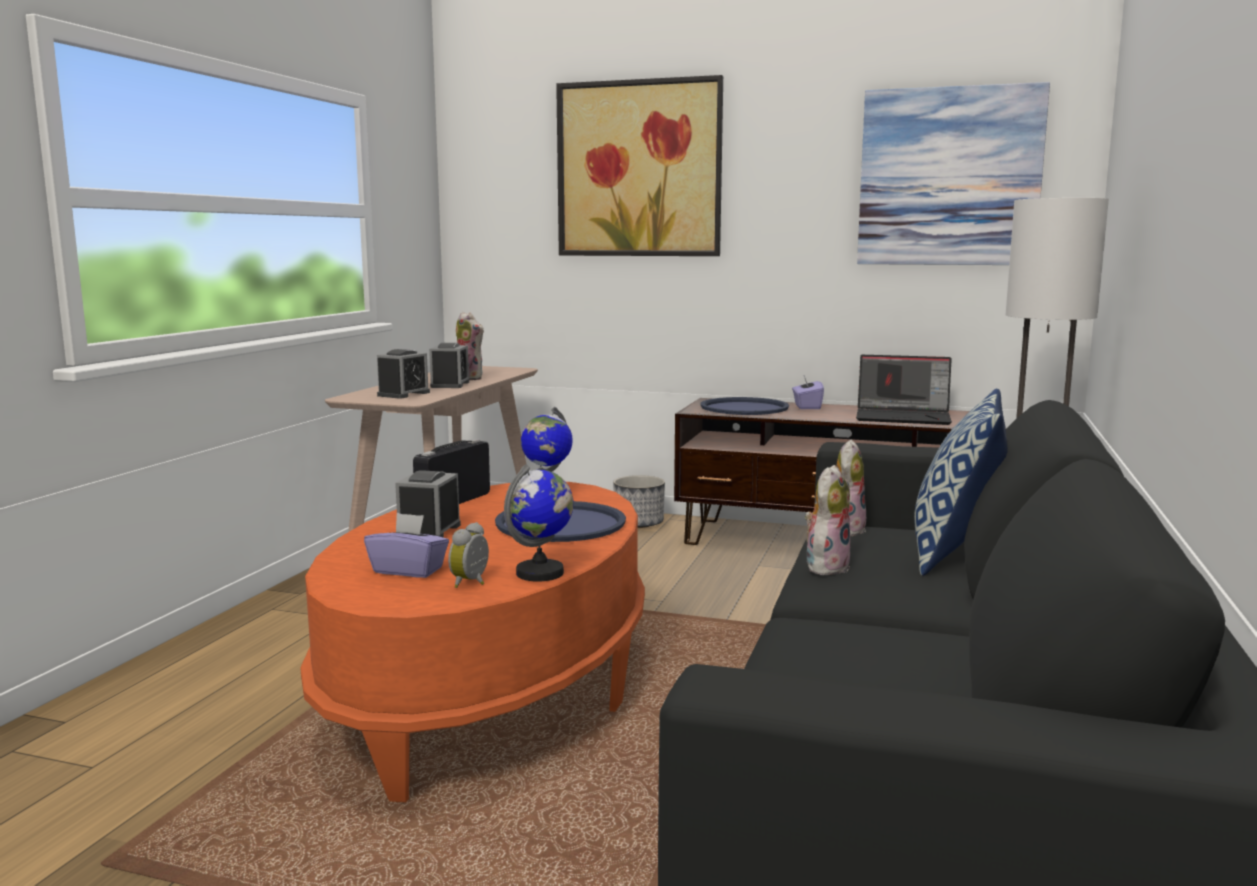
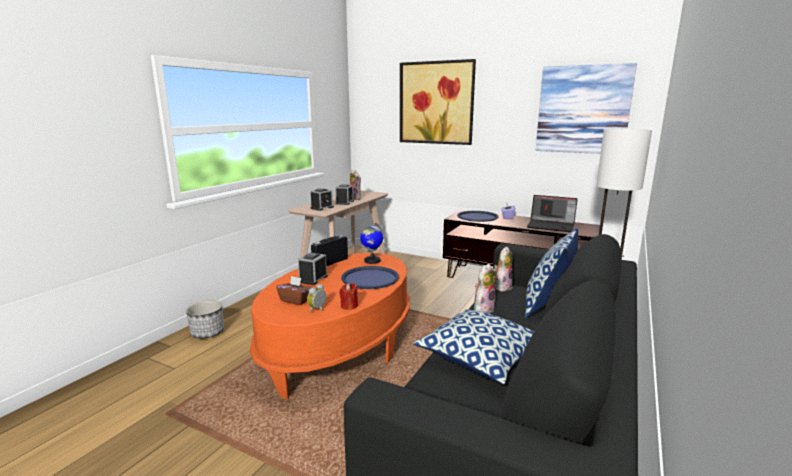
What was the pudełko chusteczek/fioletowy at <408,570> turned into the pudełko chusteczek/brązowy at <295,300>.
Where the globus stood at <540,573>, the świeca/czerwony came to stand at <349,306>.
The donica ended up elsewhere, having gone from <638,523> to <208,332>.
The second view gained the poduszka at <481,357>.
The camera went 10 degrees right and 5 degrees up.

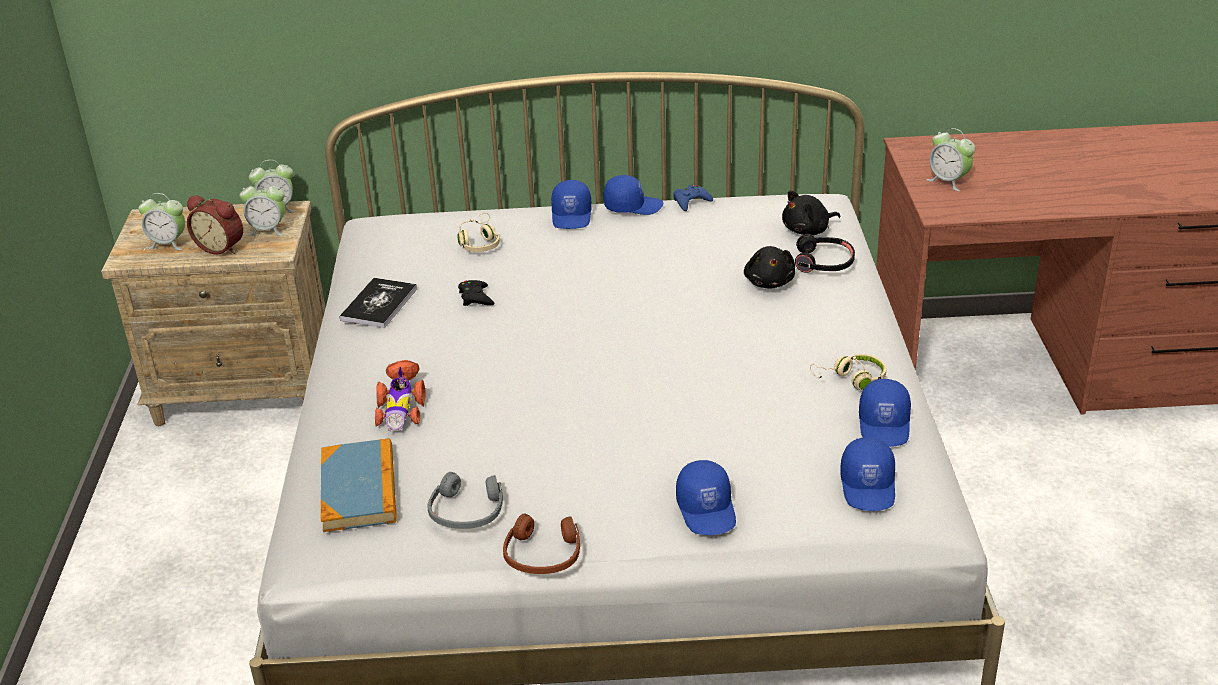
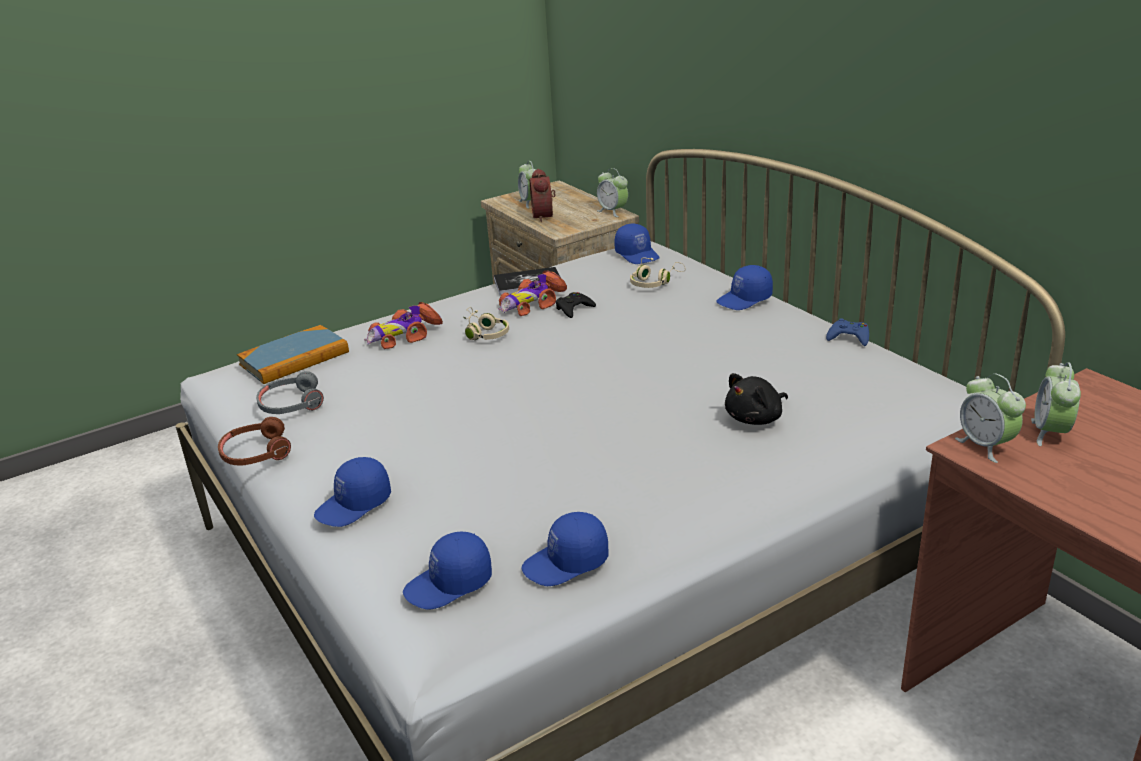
The budzik ended up elsewhere, having gone from <268,230> to <985,446>.
The czapka z daszkiem/niebieski ended up elsewhere, having gone from <633,206> to <637,255>.
The second view lost the pluszak/czarny at <808,230>.
The second view lost the słuchawki/czarny at <824,262>.
The słuchawki/beżowy ended up elsewhere, having gone from <851,379> to <483,333>.
The second view gained the samochodzik at <532,304>.
The camera went 60 degrees right and 5 degrees down.

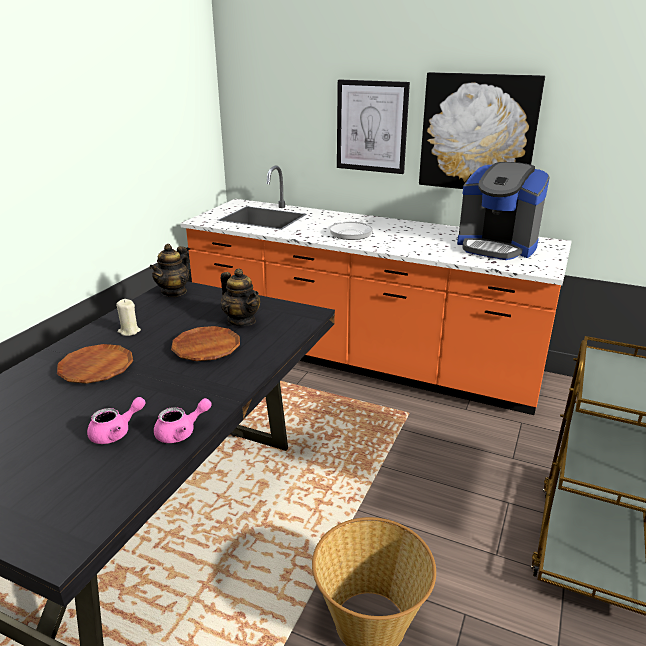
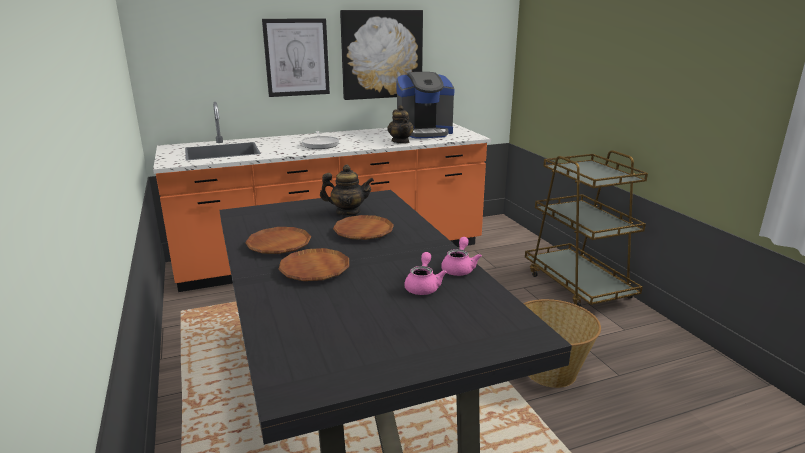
Where the świeca/beżowy stood at <129,331>, the talerz/brązowy came to stand at <279,245>.
The imbryk ended up elsewhere, having gone from <174,292> to <400,141>.
The camera went 45 degrees left and 5 degrees down.

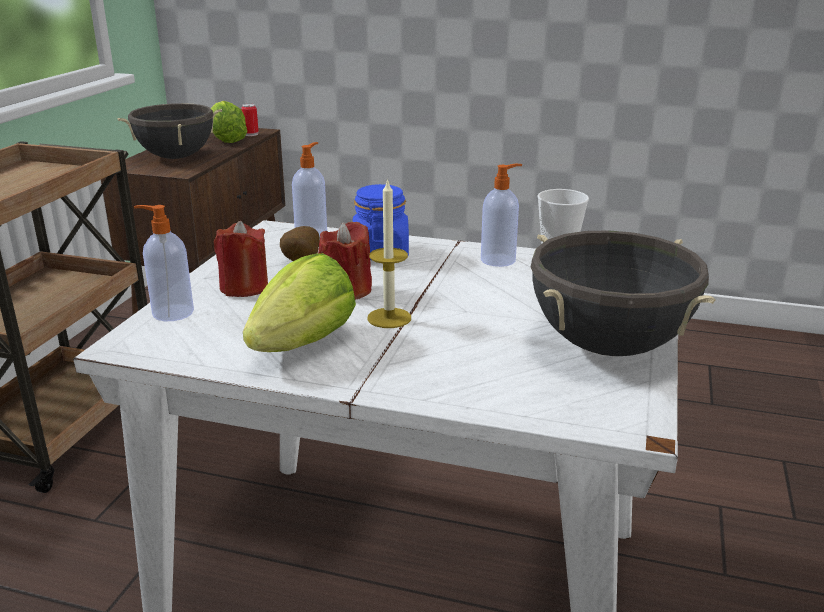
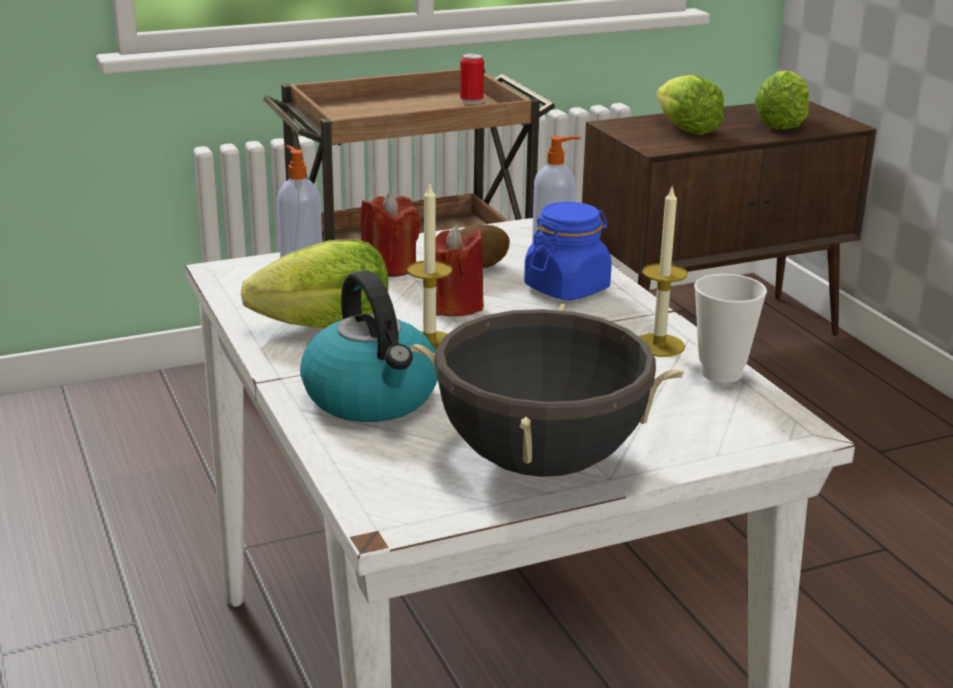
Where the garnek/czarny stood at <176,157>, the sałata came to stand at <685,129>.
The puszka ended up elsewhere, having gone from <251,134> to <471,101>.
Where the dozownik mydła stood at <499,260>, the świeca came to stand at <659,345>.
The second view gained the czajnik at <372,398>.
The camera went 50 degrees right and 0 degrees up.

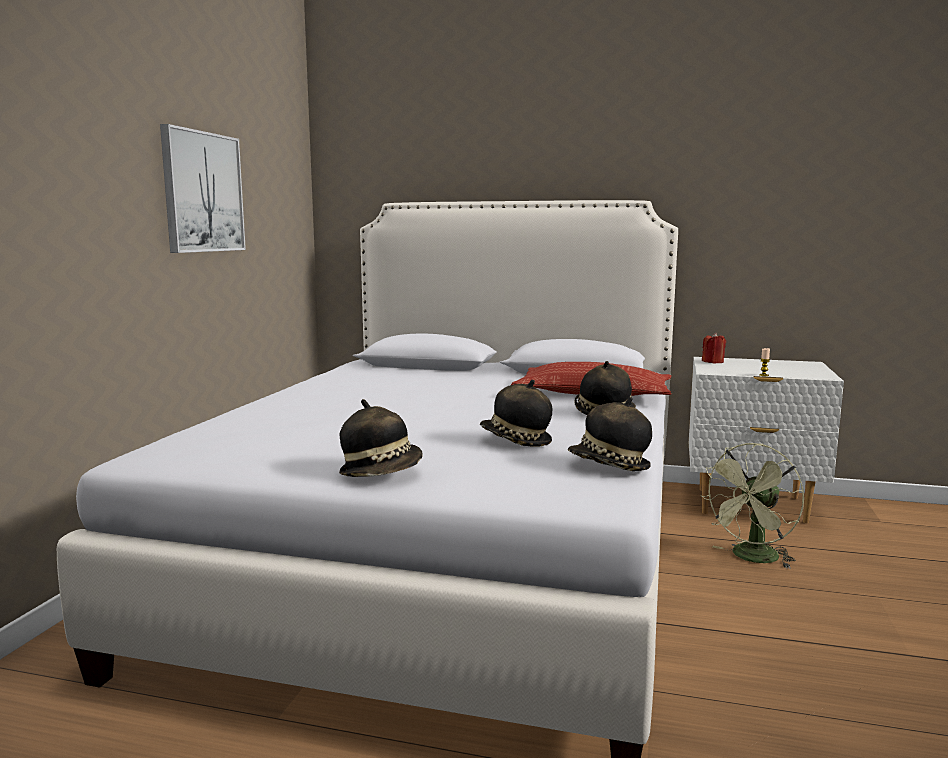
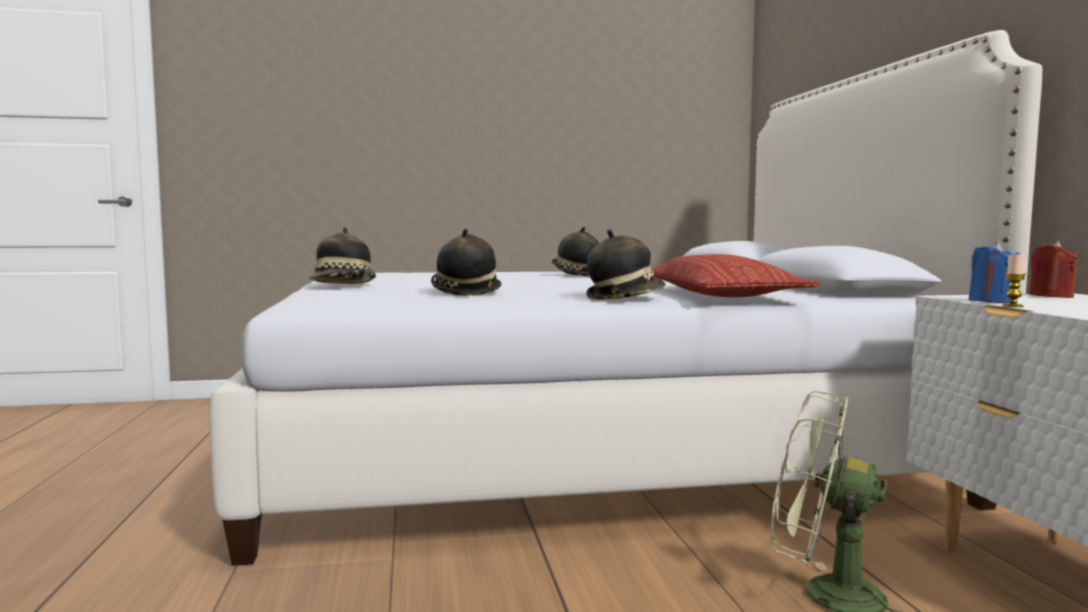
The second view lost the obraz at <202,192>.
The kapelusz ended up elsewhere, having gone from <609,466> to <576,274>.
The second view gained the świeca/niebieski at <991,301>.
The camera went 65 degrees right and 5 degrees down.

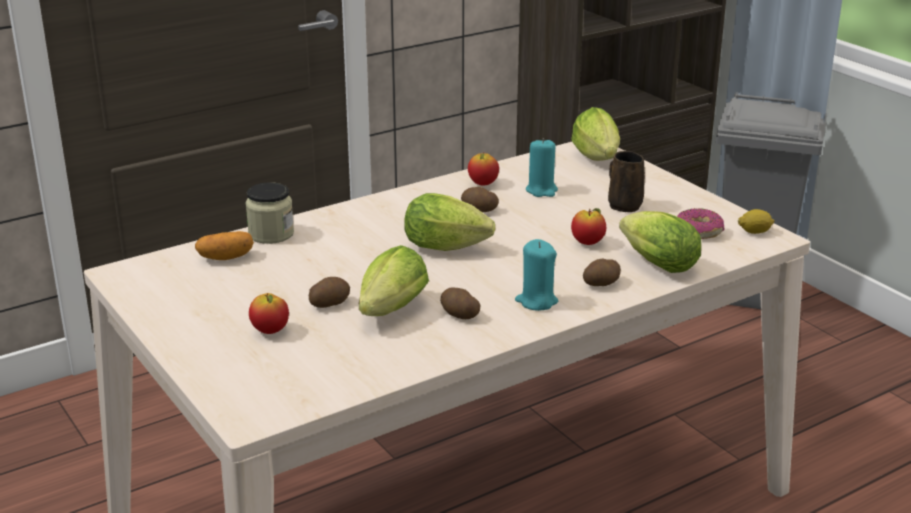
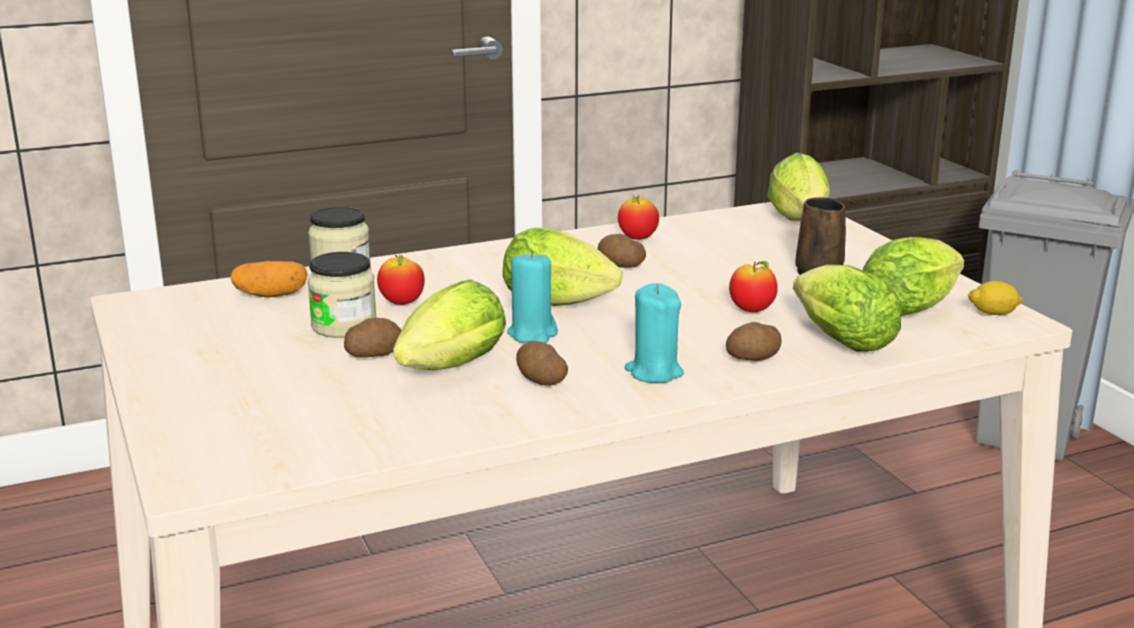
The jabłko ended up elsewhere, having gone from <270,331> to <402,303>.
The świeca/turkusowy ended up elsewhere, having gone from <541,190> to <533,333>.
Where the donut stood at <699,231>, the sałata came to stand at <913,308>.
The second view gained the słoik at <344,326>.
The camera went 10 degrees right and 5 degrees down.

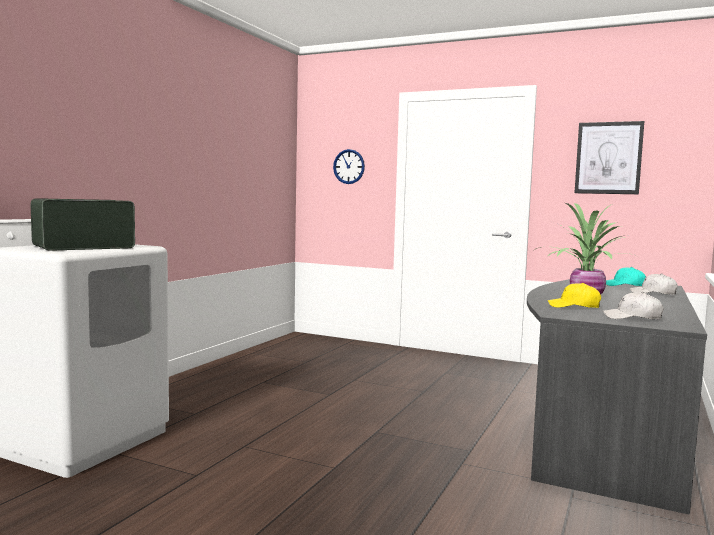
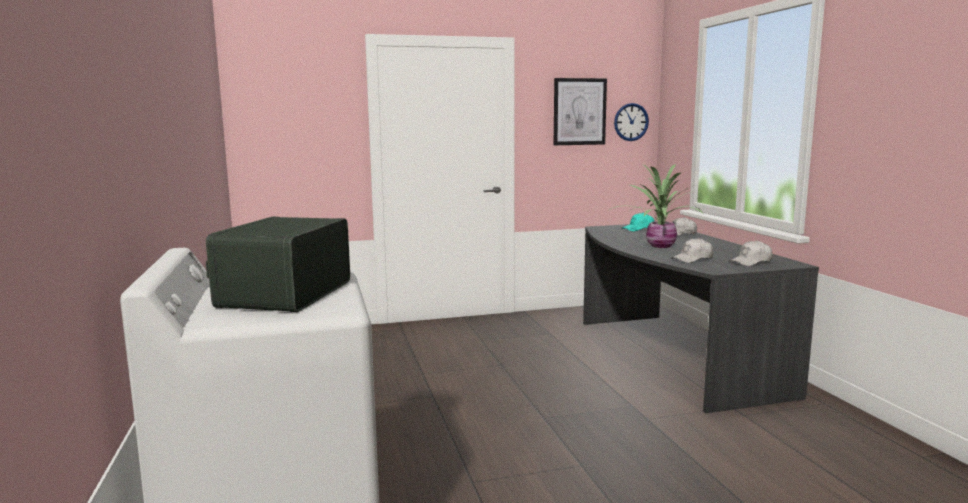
The zegar ścienny ended up elsewhere, having gone from <349,166> to <631,122>.
What was the czapka z daszkiem/żółty at <574,306> turned into the czapka z daszkiem/biały at <693,259>.
The camera went 40 degrees left and 5 degrees up.

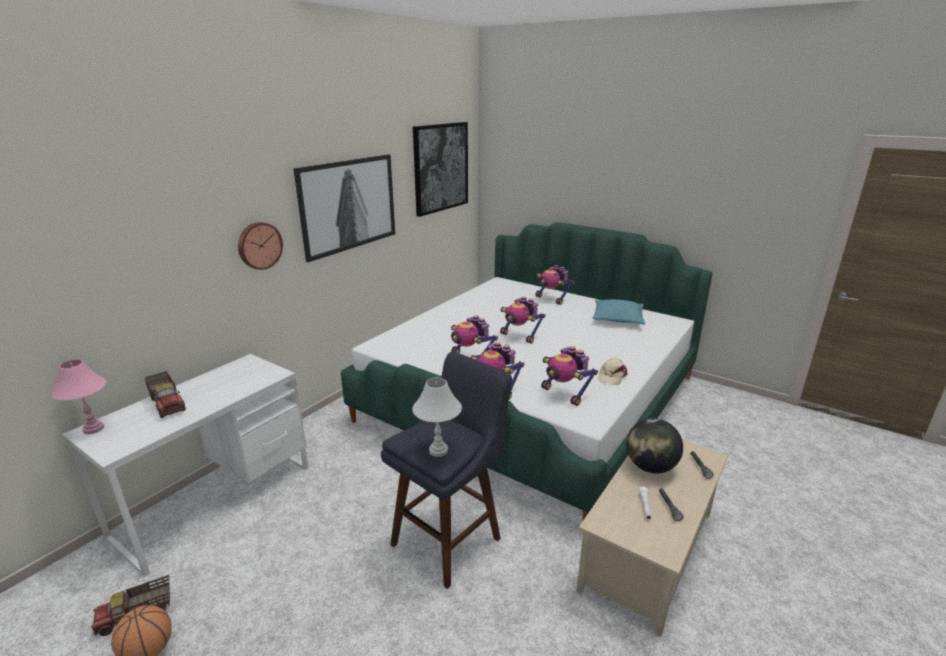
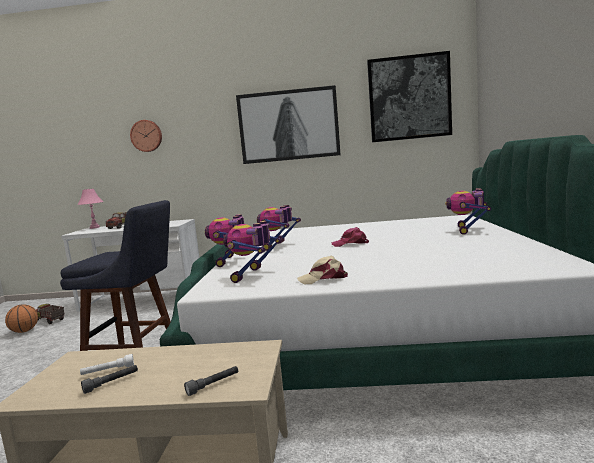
The zegar ścienny ended up elsewhere, having gone from <259,245> to <146,136>.
The second view lost the lampa stołowa/biały at <438,451>.
Where the robot zabawkowy stood at <520,336>, the czapka z daszkiem/różowy came to stand at <350,244>.
The second view lost the poduszka/turkusowy at <618,318>.
The second view lost the globus at <650,467>.
The camera went 60 degrees right and 15 degrees down.

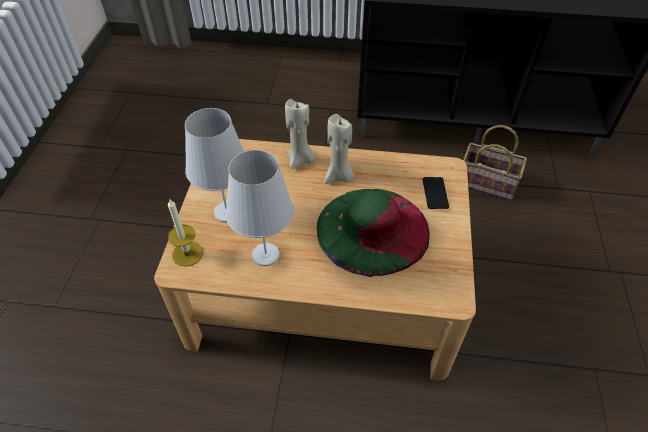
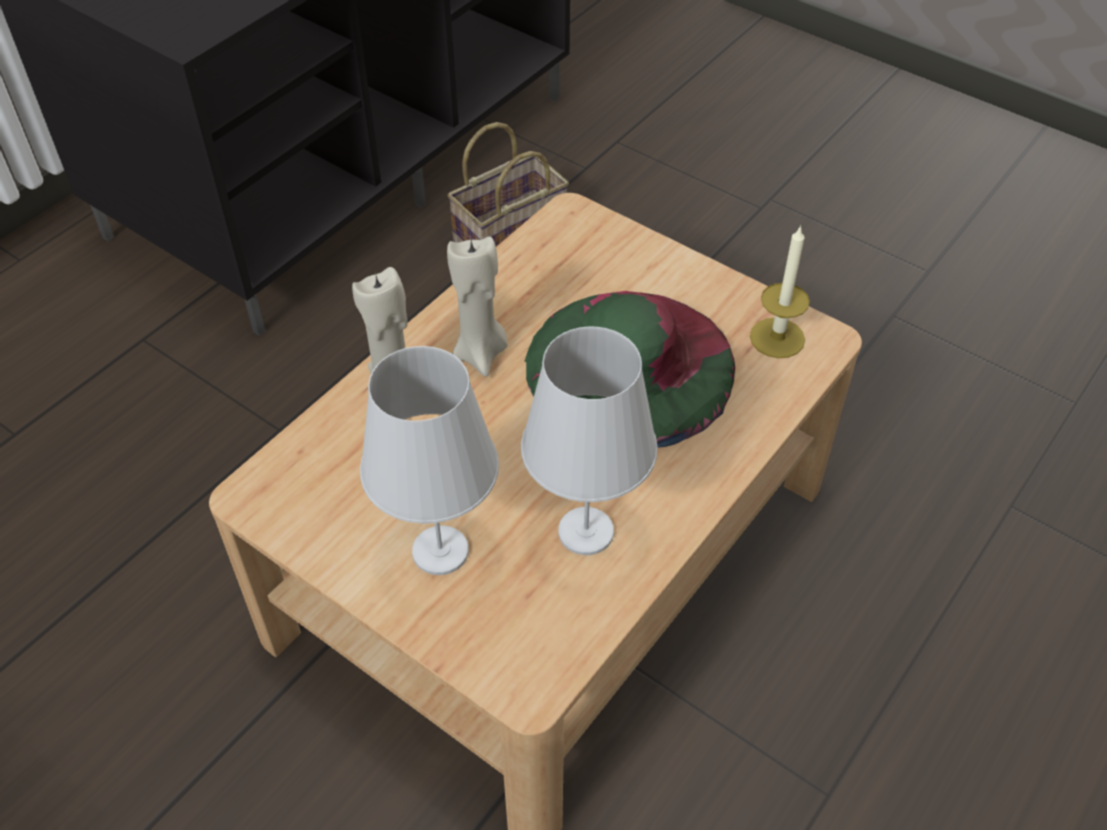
The świeca ended up elsewhere, having gone from <187,253> to <777,338>.
The second view lost the telefon at <435,193>.
The camera went 60 degrees left and 0 degrees up.

